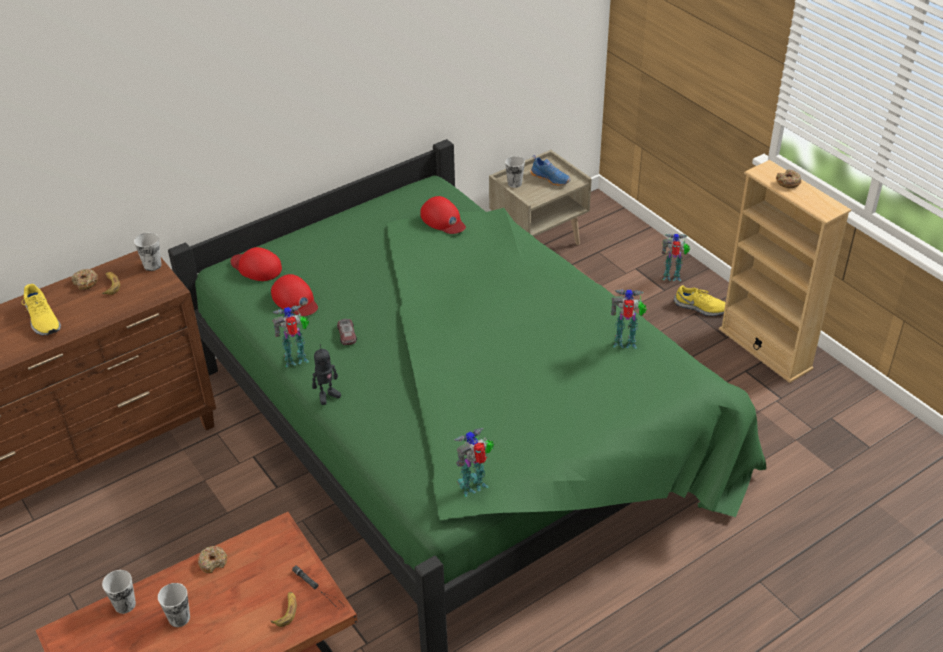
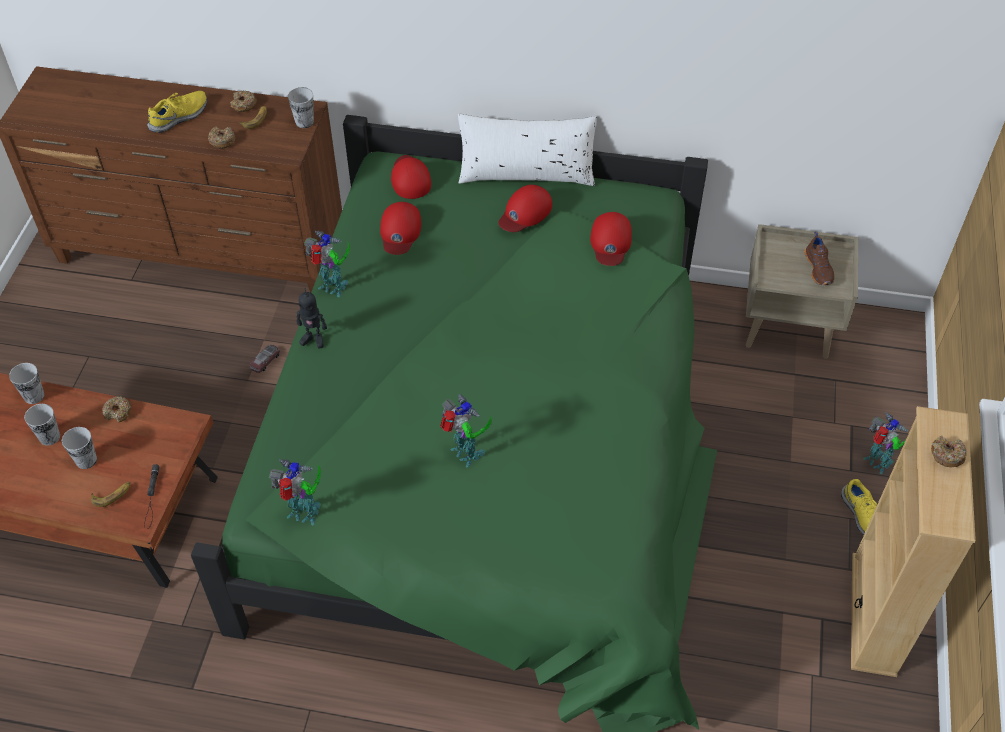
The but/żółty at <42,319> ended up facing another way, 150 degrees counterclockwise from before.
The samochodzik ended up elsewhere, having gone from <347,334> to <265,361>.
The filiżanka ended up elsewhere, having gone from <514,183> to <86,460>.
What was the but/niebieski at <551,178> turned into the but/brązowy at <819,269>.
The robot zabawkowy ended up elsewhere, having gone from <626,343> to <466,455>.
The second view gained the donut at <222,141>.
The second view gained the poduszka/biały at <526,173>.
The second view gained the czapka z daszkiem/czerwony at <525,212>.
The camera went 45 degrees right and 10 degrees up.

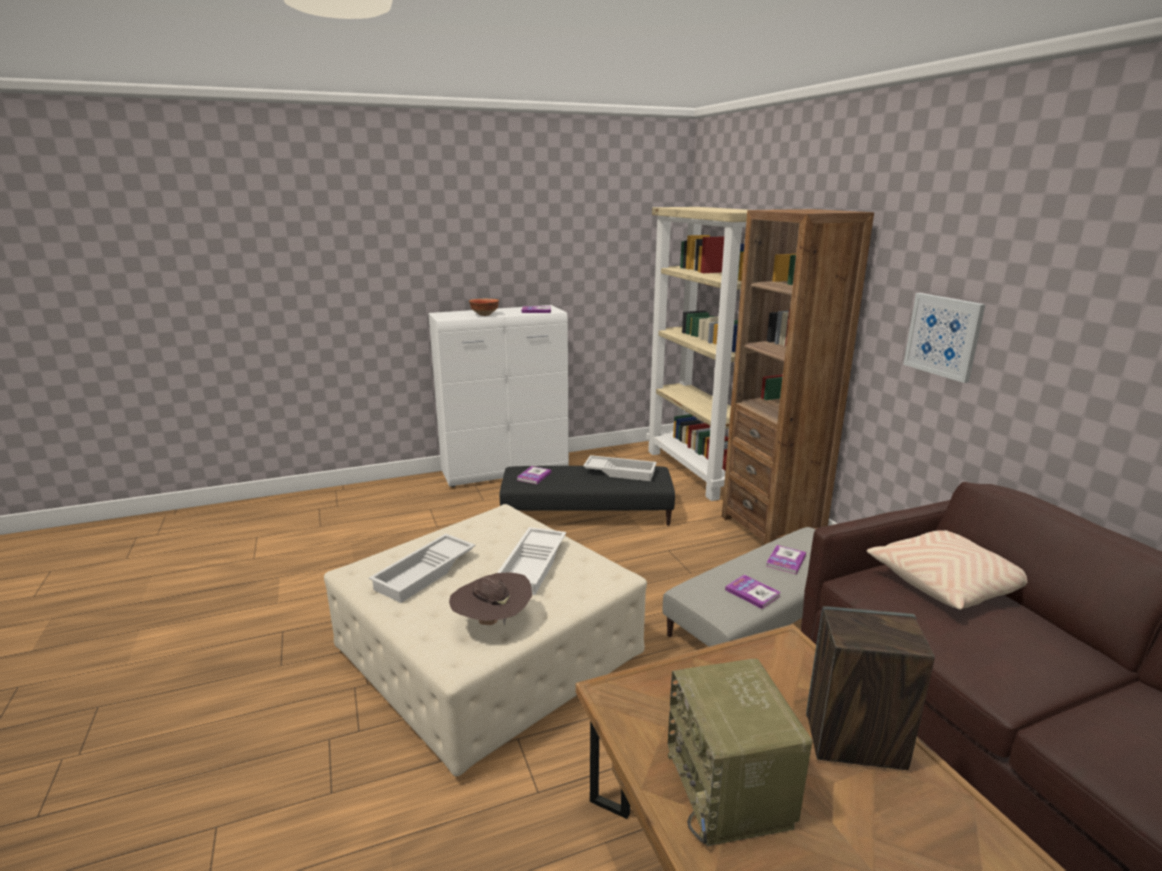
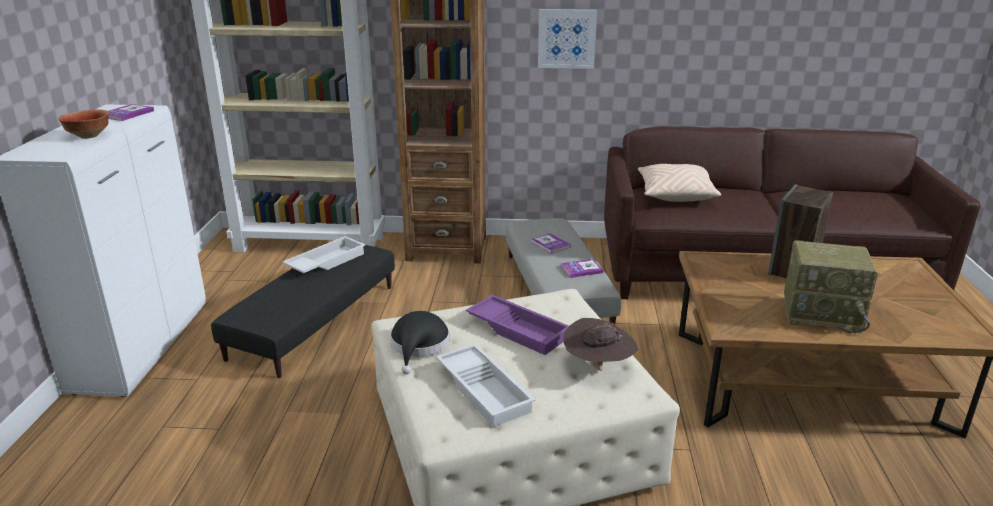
What was the taca/biały at <533,566> turned into the taca/fioletowy at <519,329>.
The second view lost the książka at <534,476>.
The second view gained the kapelusz/czarny at <419,346>.
The camera went 65 degrees left and 5 degrees up.

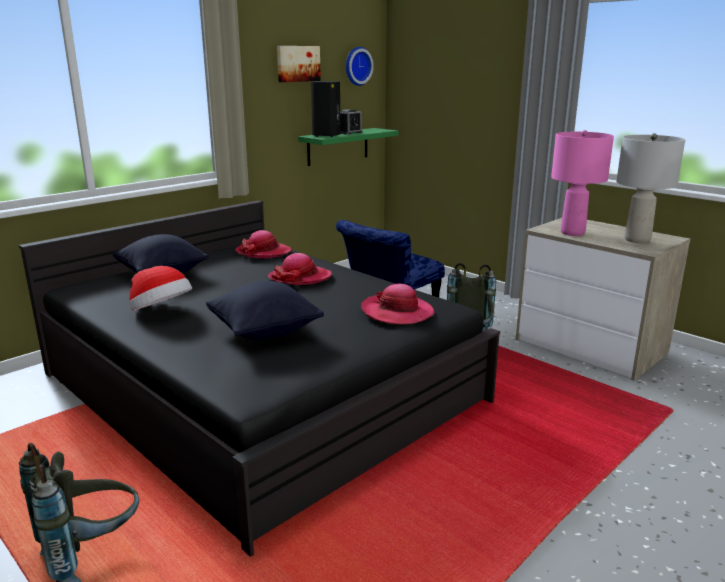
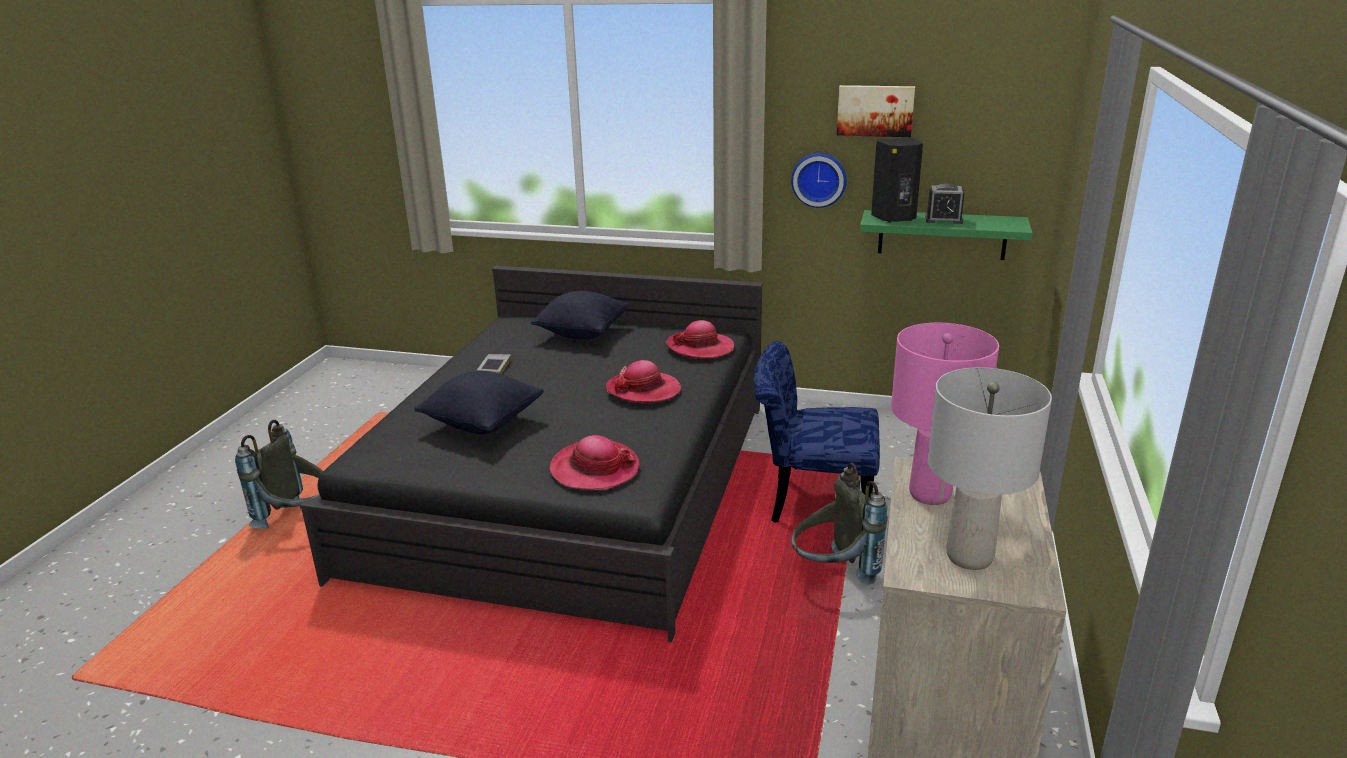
Where the kapelusz stood at <161,312>, the książka came to stand at <494,368>.
The zegar ścienny ended up elsewhere, having gone from <356,66> to <819,179>.
The camera went 60 degrees right and 5 degrees up.

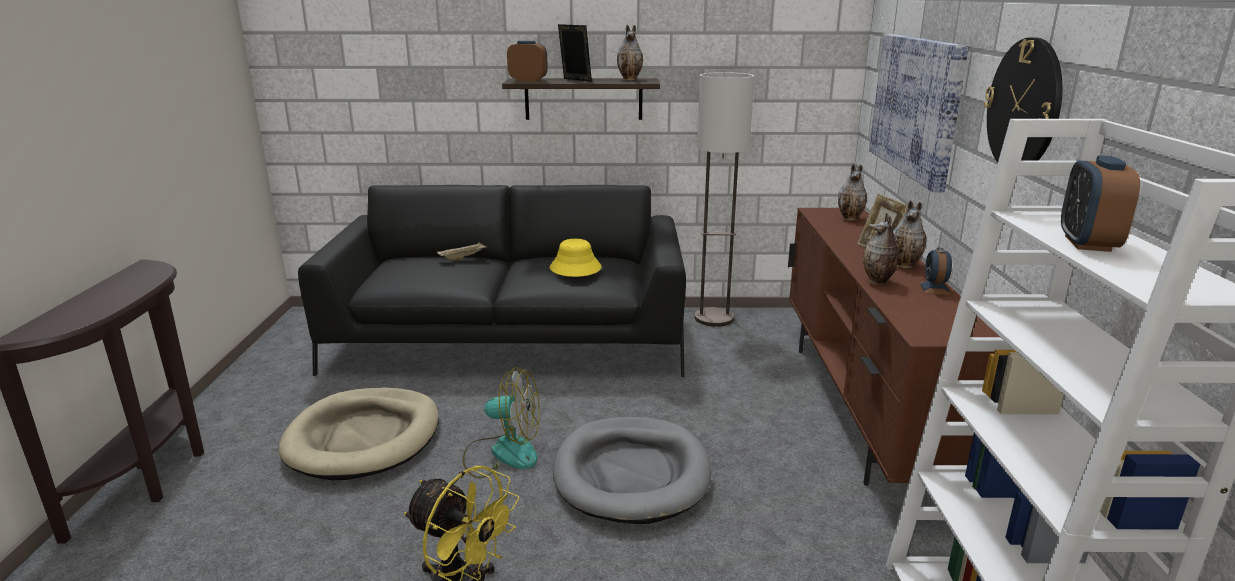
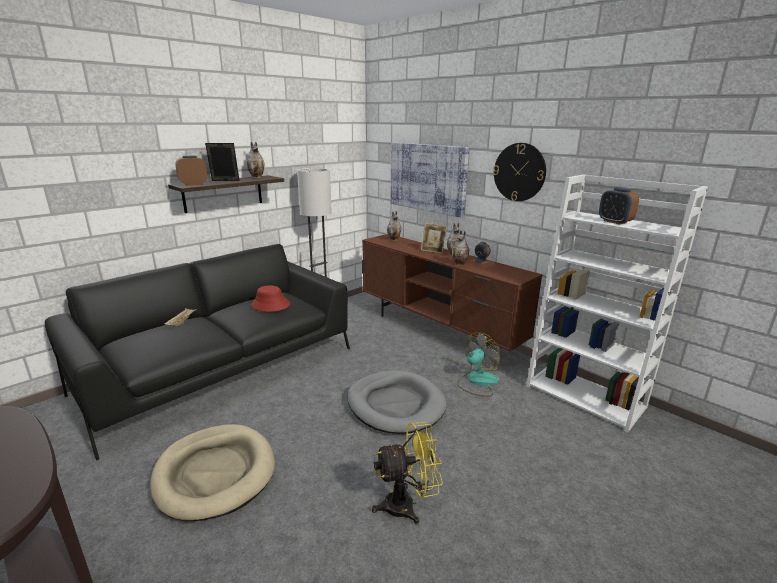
The wentylator ended up elsewhere, having gone from <502,453> to <477,382>.
What was the kapelusz/żółty at <575,268> turned into the kapelusz/czerwony at <270,305>.
The camera went 45 degrees left and 0 degrees up.

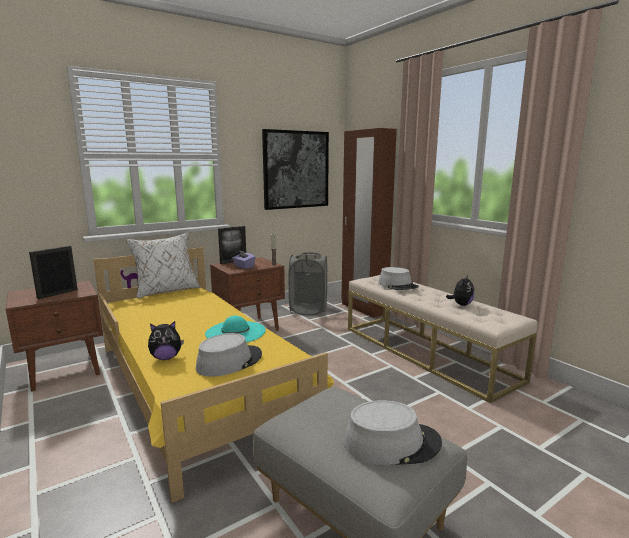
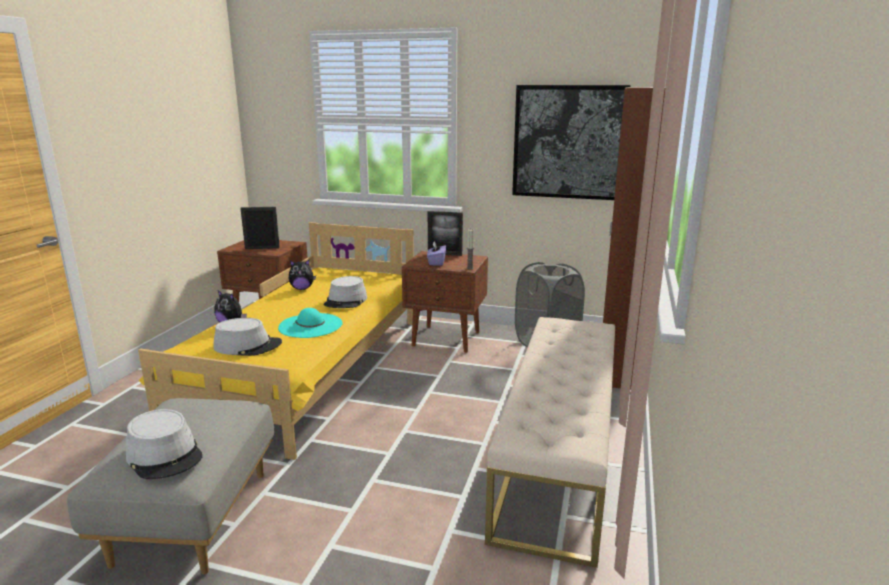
The second view lost the poduszka/biały at <166,291>.
The kapelusz/szary ended up elsewhere, having gone from <398,285> to <346,301>.
The pluszak ended up elsewhere, having gone from <461,304> to <302,288>.
The camera went 50 degrees right and 5 degrees up.

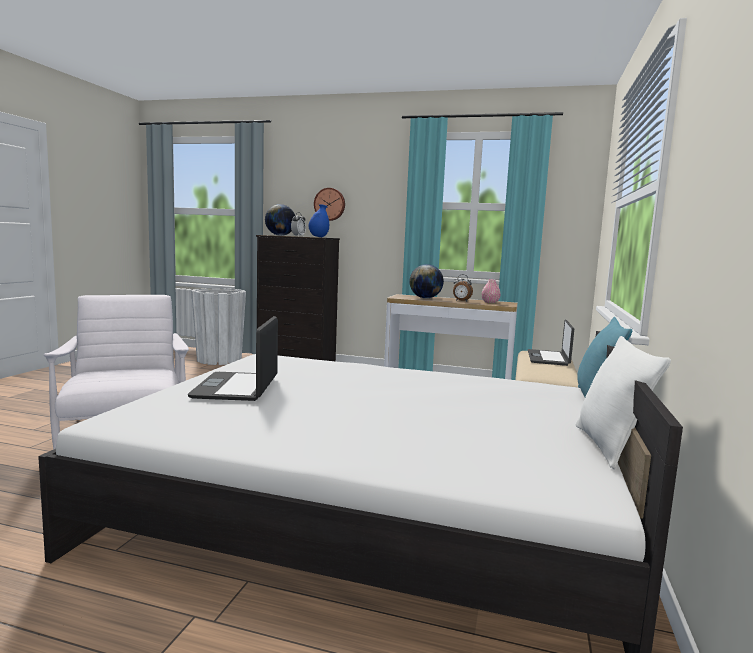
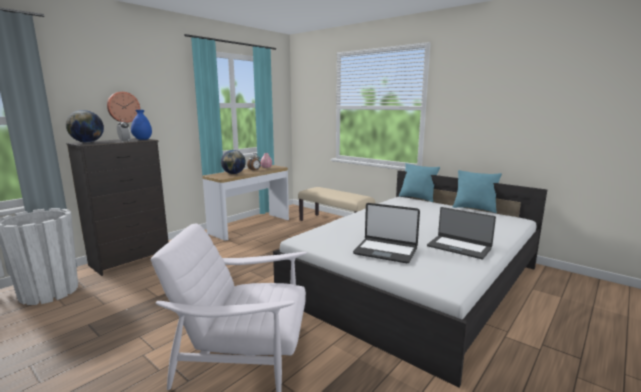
The laptop ended up elsewhere, having gone from <548,358> to <459,247>.
What was the poduszka/biały at <609,447> turned into the poduszka/turkusowy at <474,209>.
The camera went 65 degrees left and 5 degrees up.

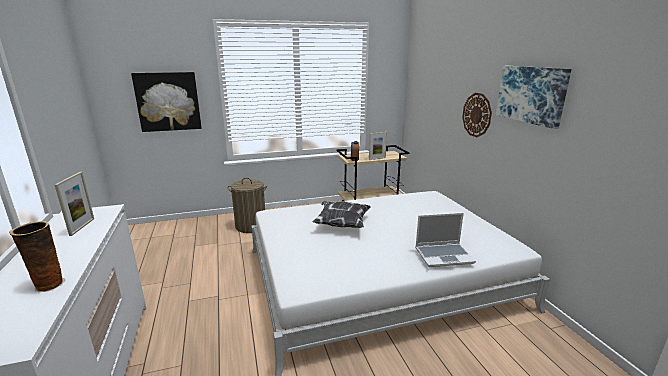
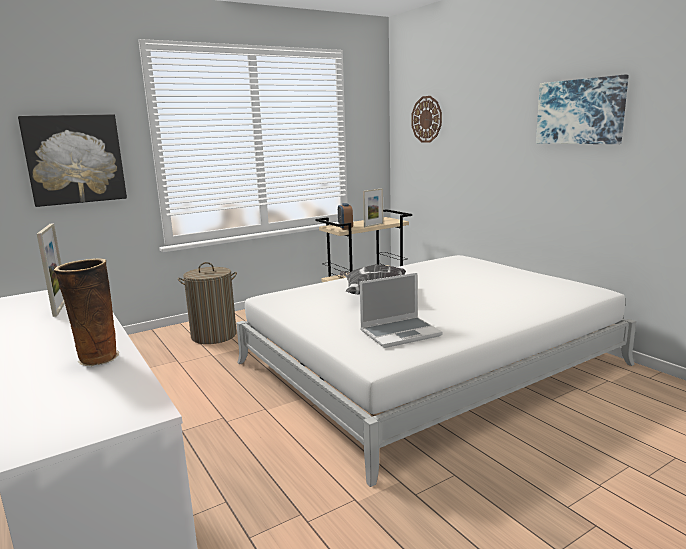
The laptop ended up elsewhere, having gone from <444,255> to <400,333>.
The zegar ścienny ended up elsewhere, having gone from <477,115> to <426,119>.
The camera went 15 degrees left and 5 degrees down.

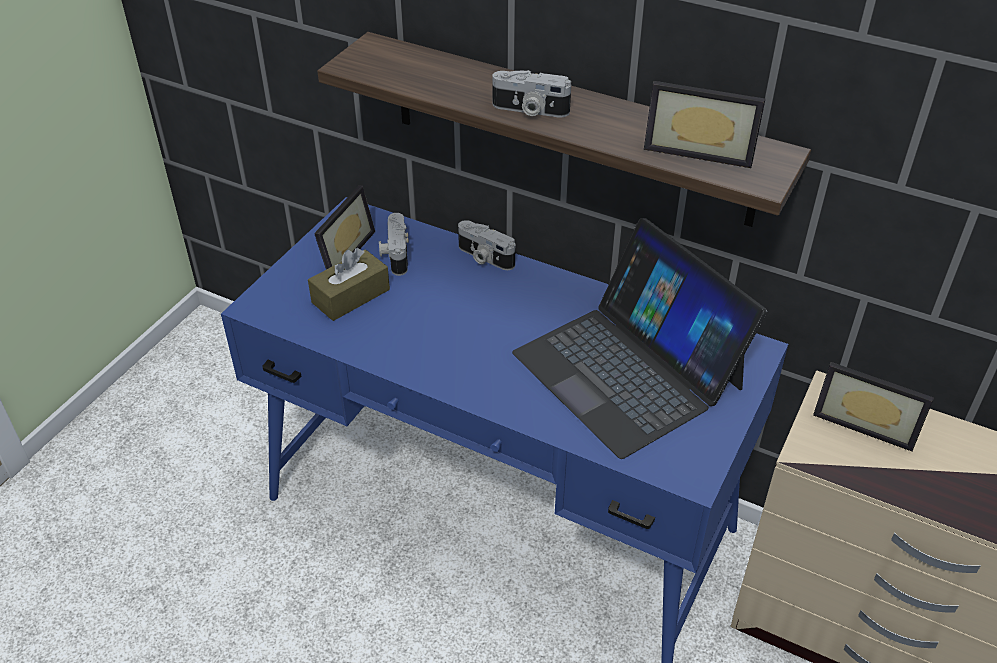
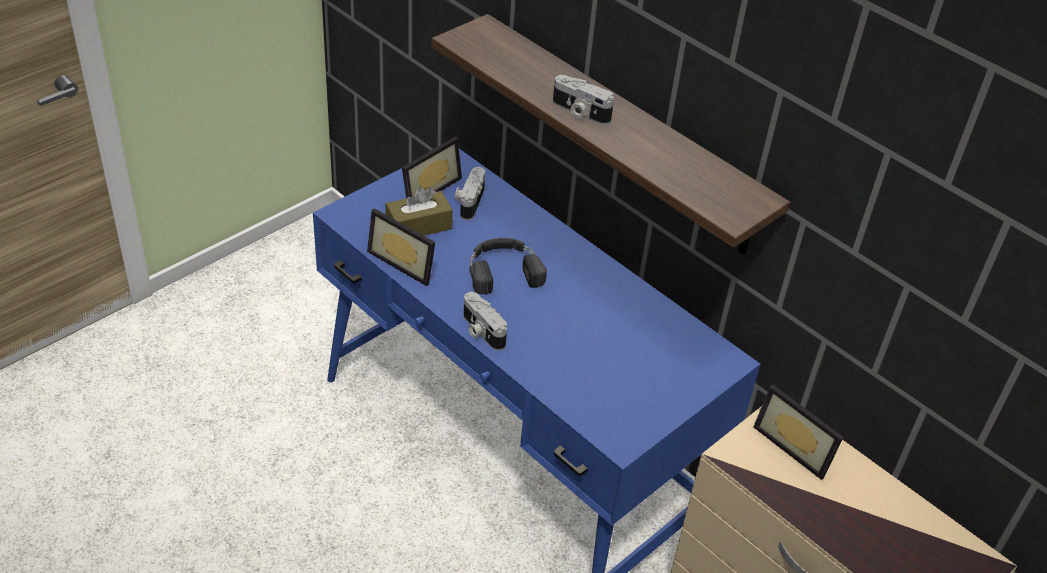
The aparat fotograficzny ended up elsewhere, having gone from <484,257> to <481,331>.
The second view lost the laptop at <628,369>.
The ramka na zdjęcie ended up elsewhere, having gone from <700,148> to <405,261>.
The second view gained the słuchawki/czarny at <503,270>.
The camera went 15 degrees right and 0 degrees up.

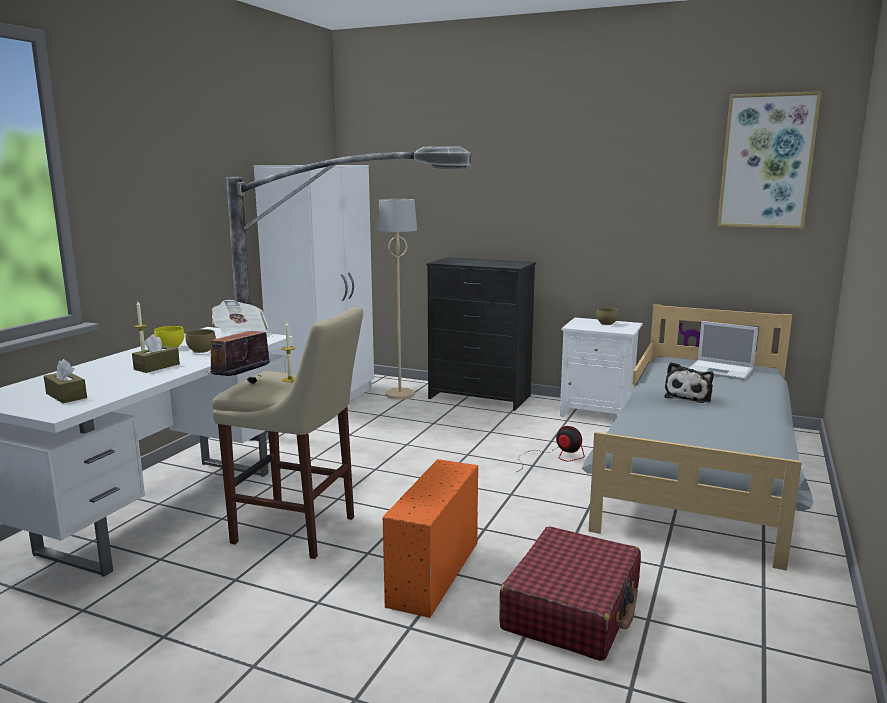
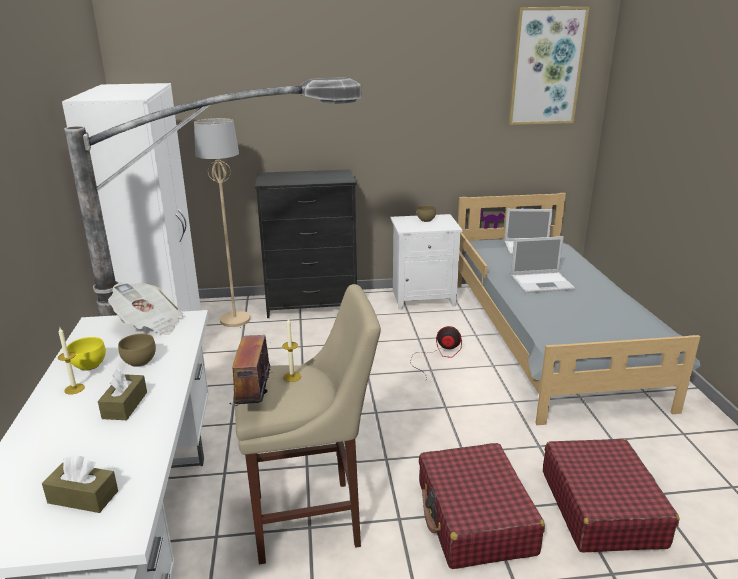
Where the pojemnik do przechowywania/pomarańczowy stood at <433,574>, the walizka/czerwony came to stand at <474,518>.
Where the pluszak stood at <689,396>, the laptop came to stand at <542,283>.
The camera went 30 degrees left and 10 degrees up.

